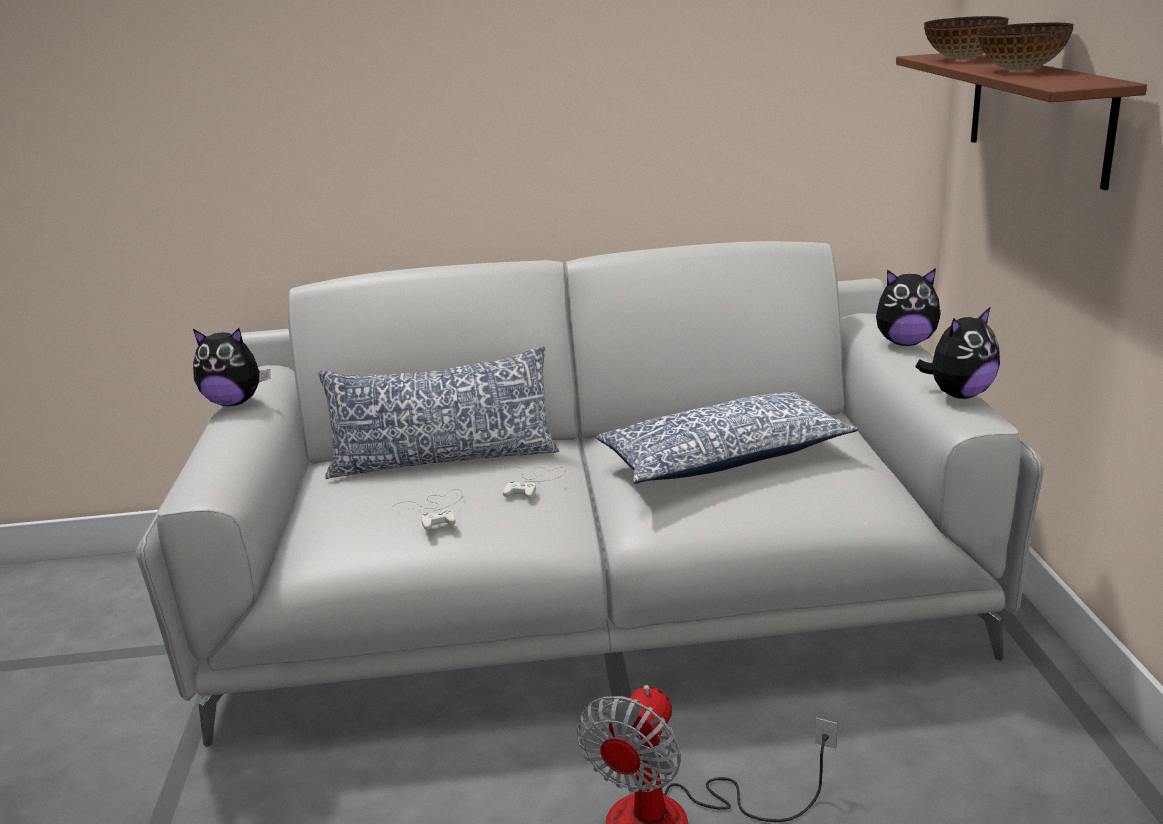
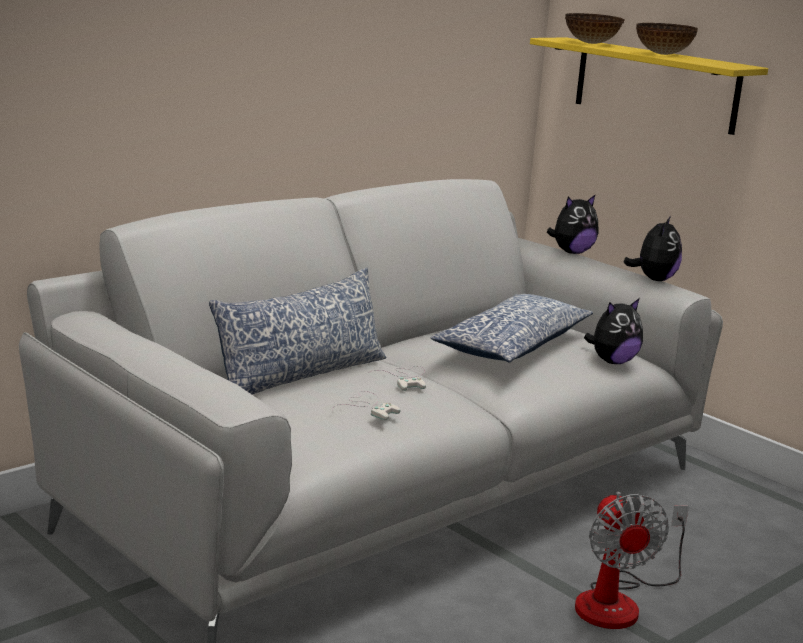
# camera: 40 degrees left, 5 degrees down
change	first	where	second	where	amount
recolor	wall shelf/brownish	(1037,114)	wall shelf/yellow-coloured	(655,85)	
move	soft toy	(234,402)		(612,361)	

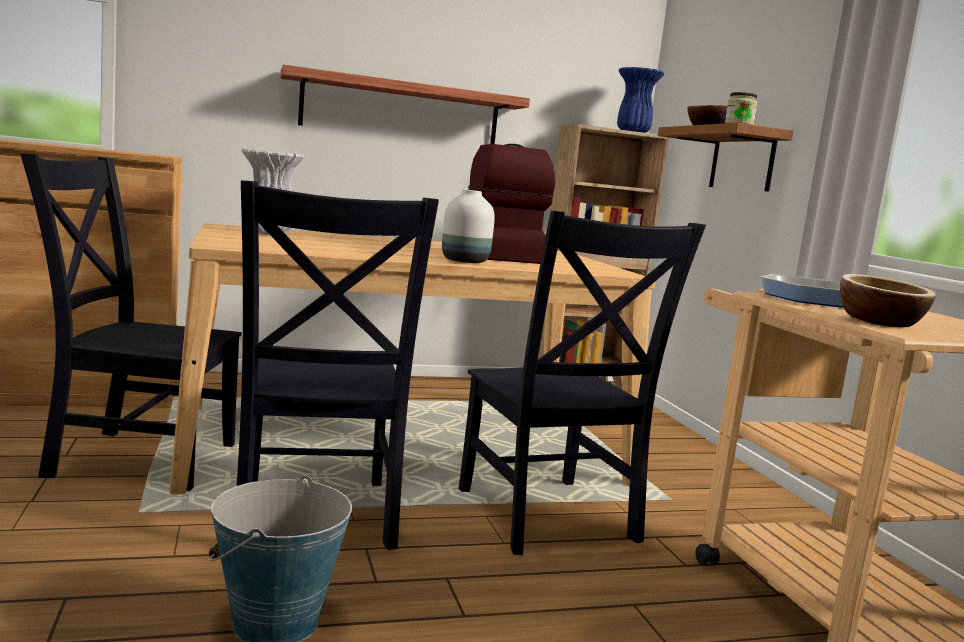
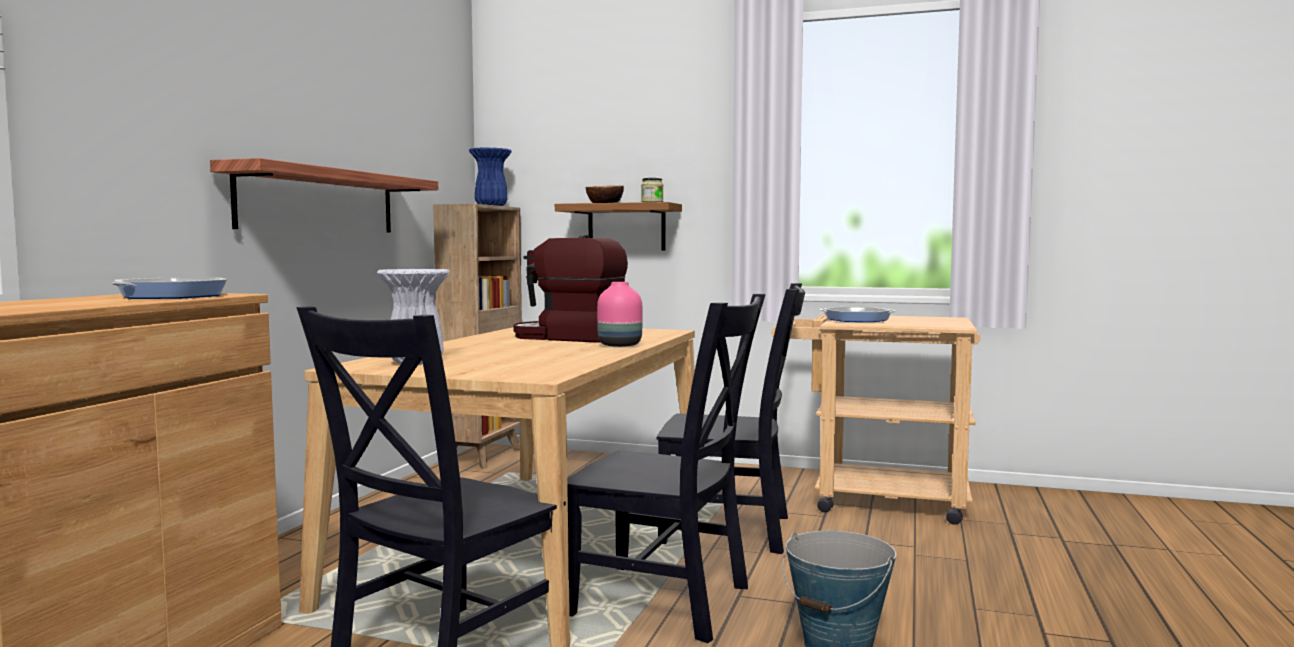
# camera: 55 degrees left, 5 degrees down
change	first	where	second	where	amount
insert			pan	(171,296)	
recolor	vase/white	(465,261)	vase/pinkish	(621,345)	
delete	bowl	(879,322)			

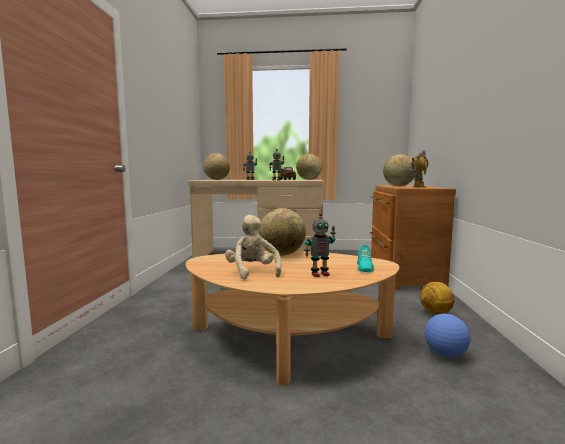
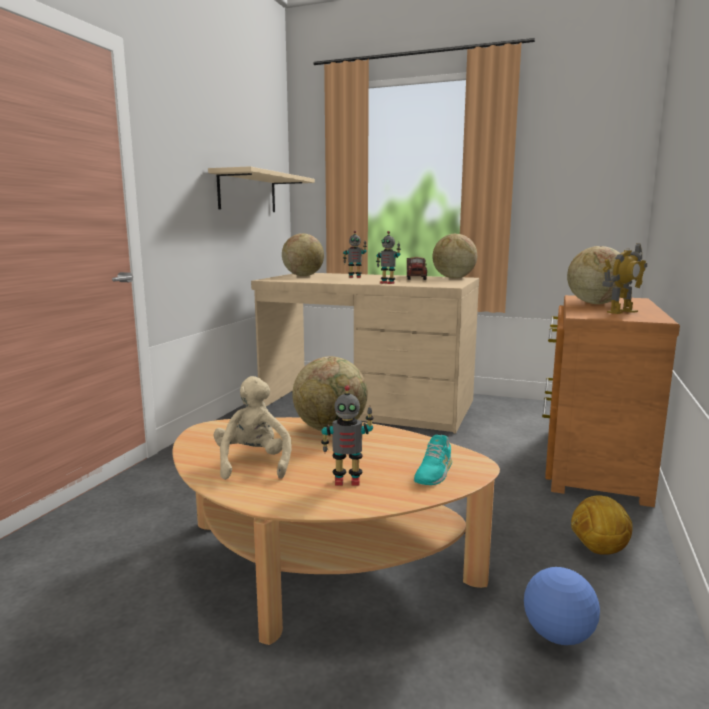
# camera: 15 degrees right, 5 degrees up
change	first	where	second	where	amount
insert			wall shelf/beige	(247,192)	

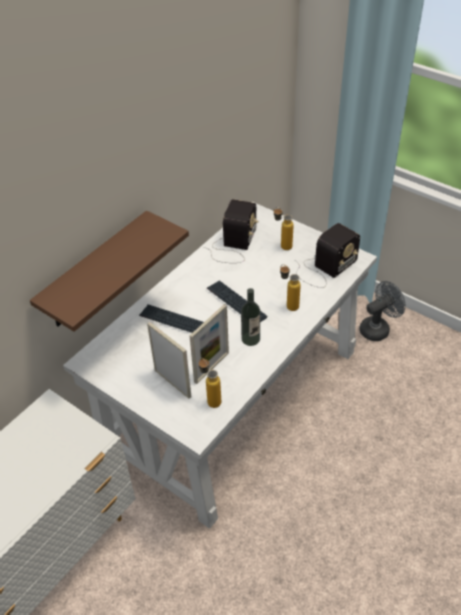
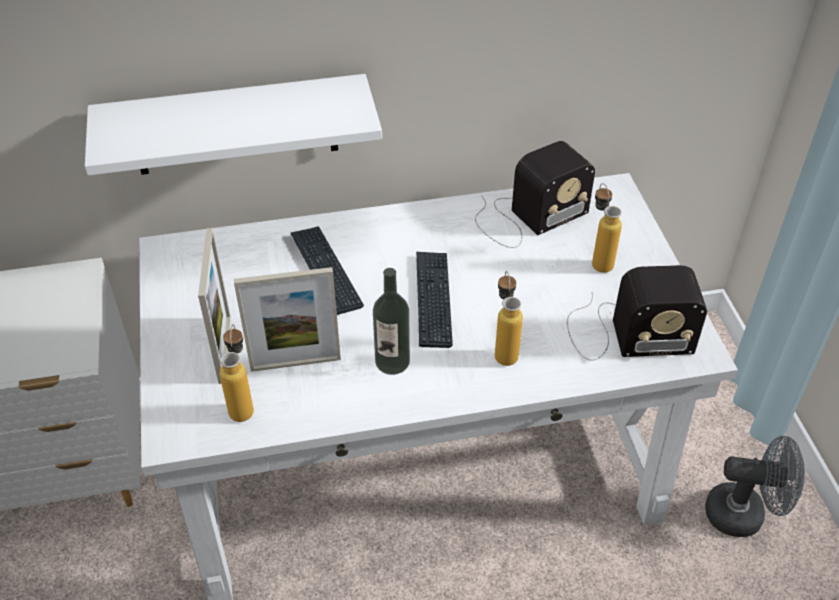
# camera: 40 degrees right, 0 degrees up
change	first	where	second	where	amount
recolor	wall shelf/brownish	(95,271)	wall shelf/white	(235,125)	

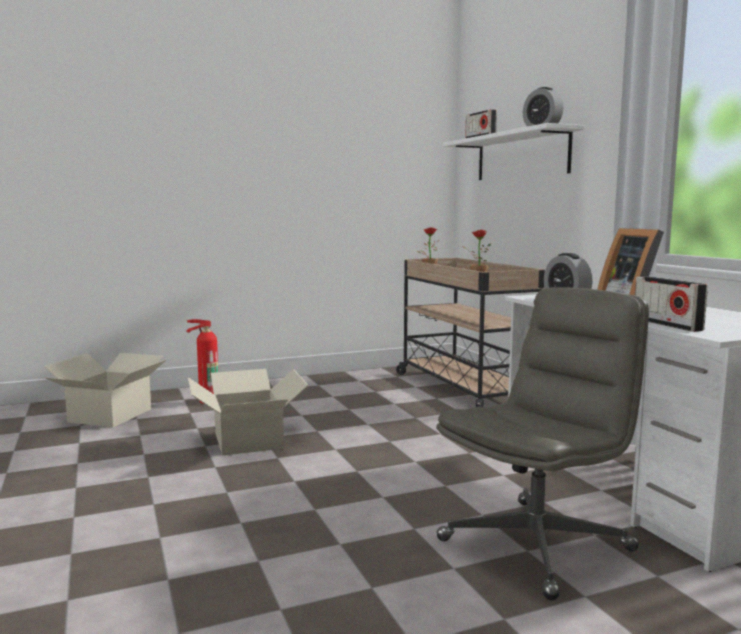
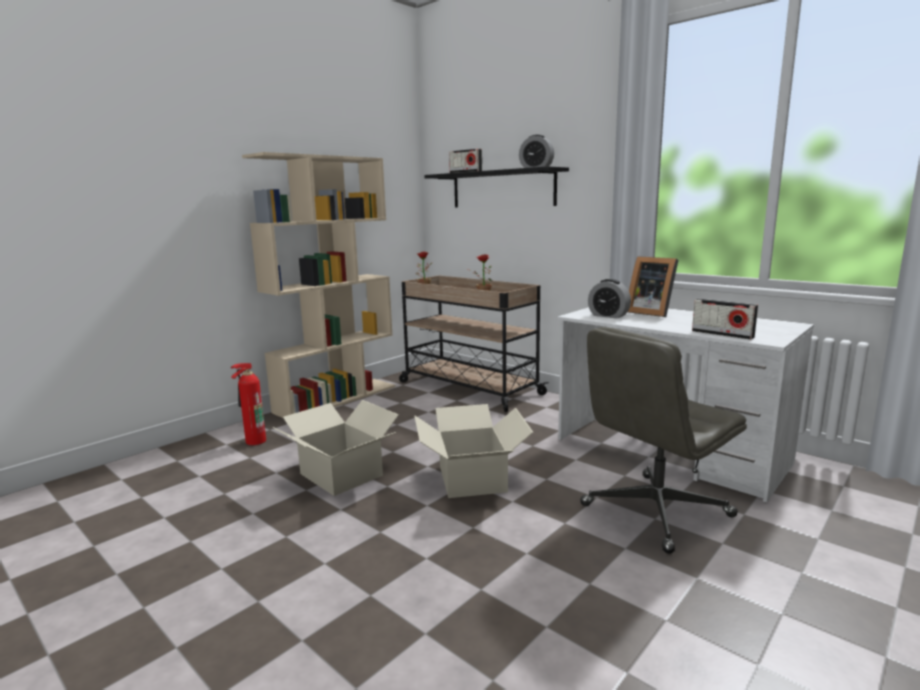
# camera: 25 degrees left, 5 degrees up
change	first	where	second	where	amount
insert			shelving unit/beige	(337,398)	
move	cardboard box	(111,415)		(473,478)	
recolor	wall shelf/white	(521,156)	wall shelf/black-coloured	(502,189)	
rotate	computer chair/greyish	(536,544)		(655,511)	150 degrees counterclockwise

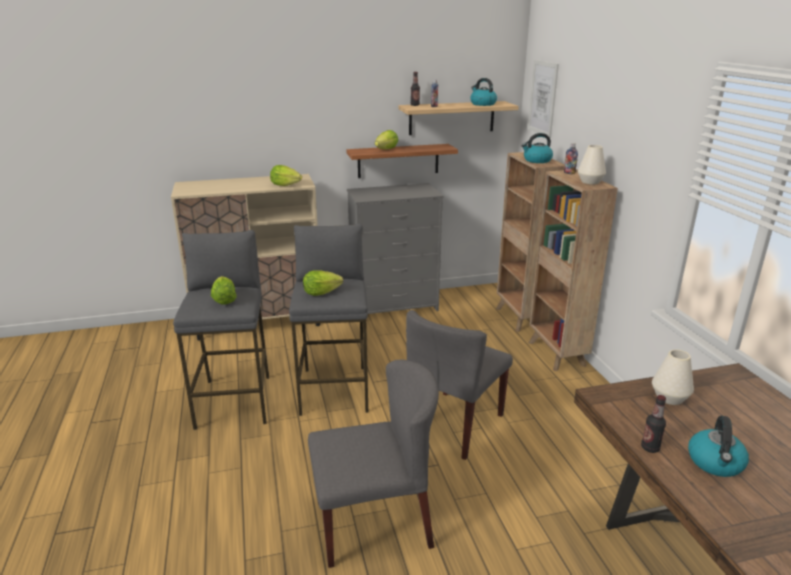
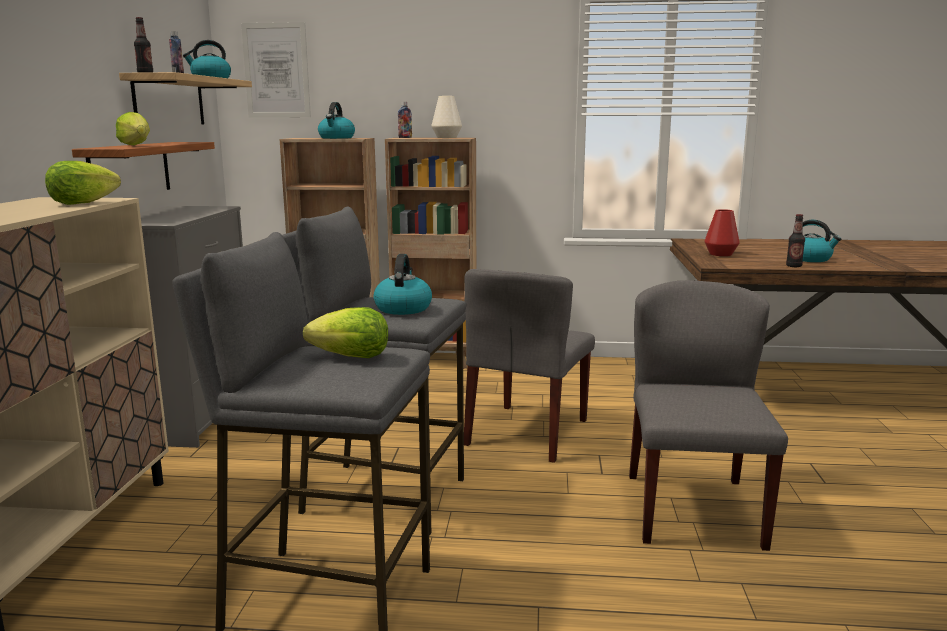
# camera: 70 degrees left, 10 degrees down
change	first	where	second	where	amount
replace	lettuce head	(321,293)	tea kettle	(403,308)	
rotate	upright chair/greyish	(453,424)		(527,433)	60 degrees clockwise
recolor	vase/white	(669,398)	vase/red	(720,254)	

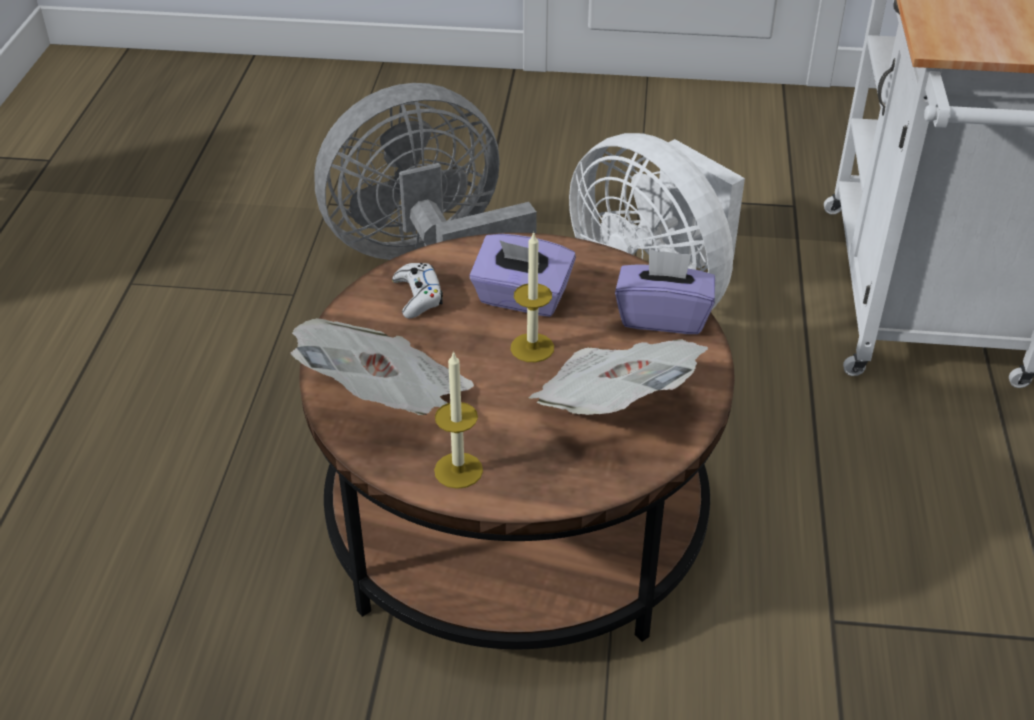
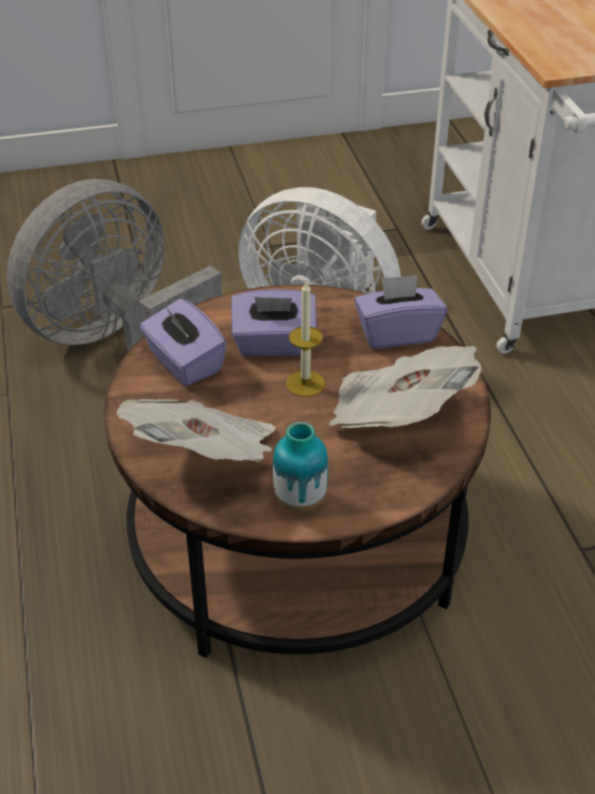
# camera: 20 degrees left, 0 degrees up
change	first	where	second	where	amount
replace	game controller/white	(418,296)	tissue box/purplish	(184,363)	
replace	wax light	(458,470)	vase	(300,502)	

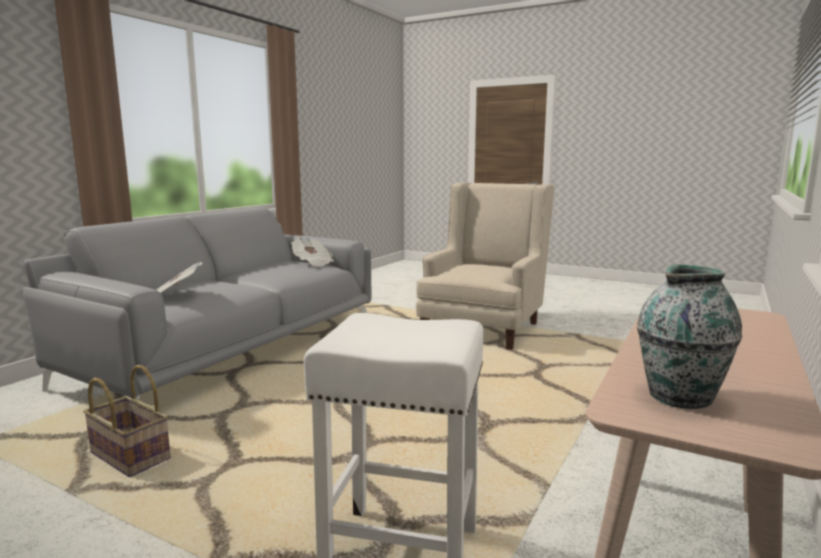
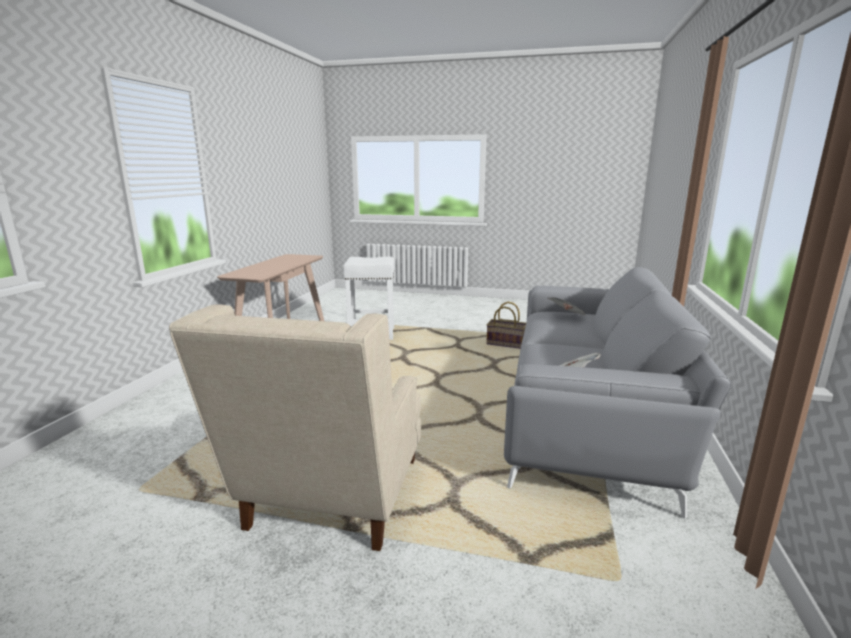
# camera: 165 degrees right, 5 degrees up
change	first	where	second	where	amount
delete	vase	(680,396)			

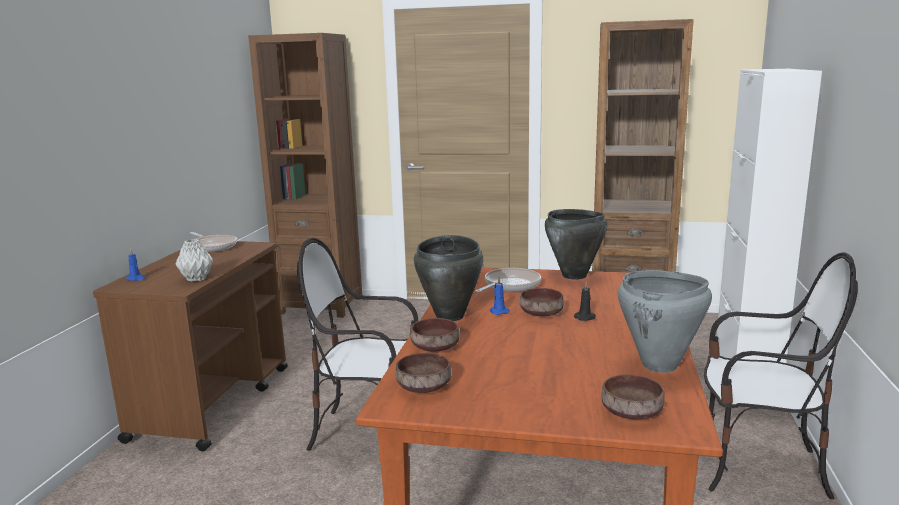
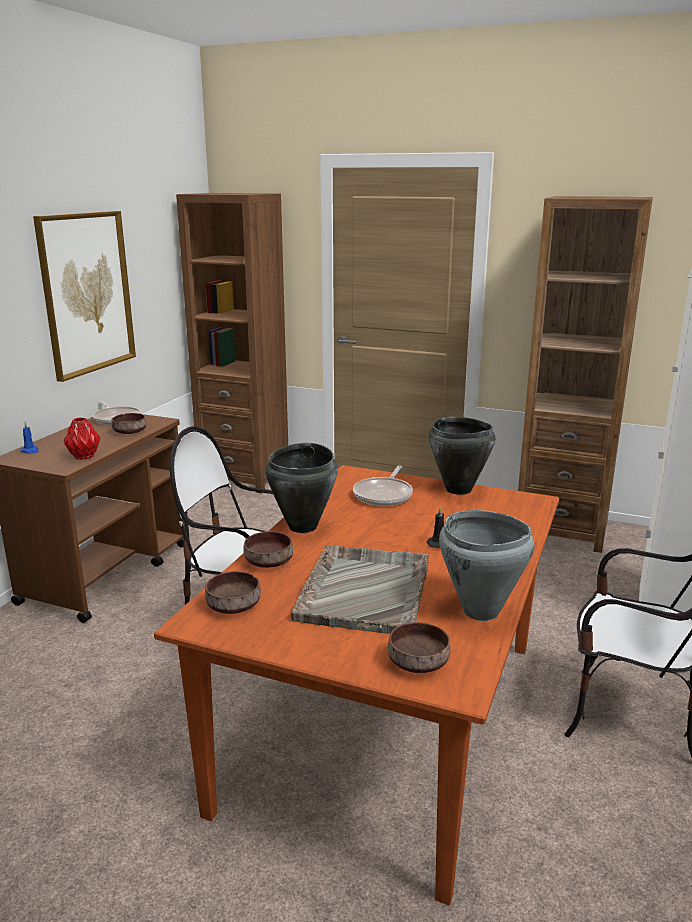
# camera: 10 degrees right, 5 degrees up
change	first	where	second	where	amount
insert			wall picture	(86,293)	
recolor	vase/greyish	(197,279)	vase/red	(84,457)	
move	bowl/brownish	(541,314)		(129,432)	
insert			carrying tray/greyish	(365,590)	
rotate	pan	(509,285)		(384,495)	150 degrees clockwise
delete	wax light/blue-coloured	(498,311)			

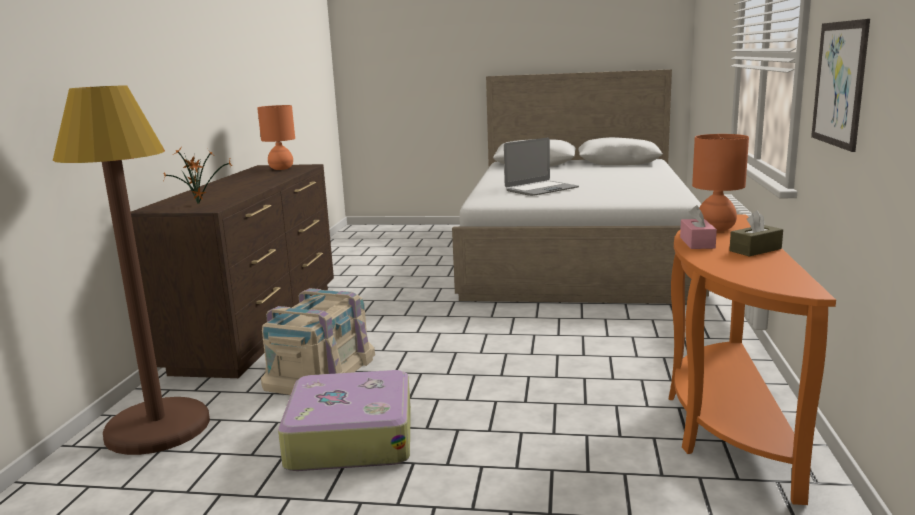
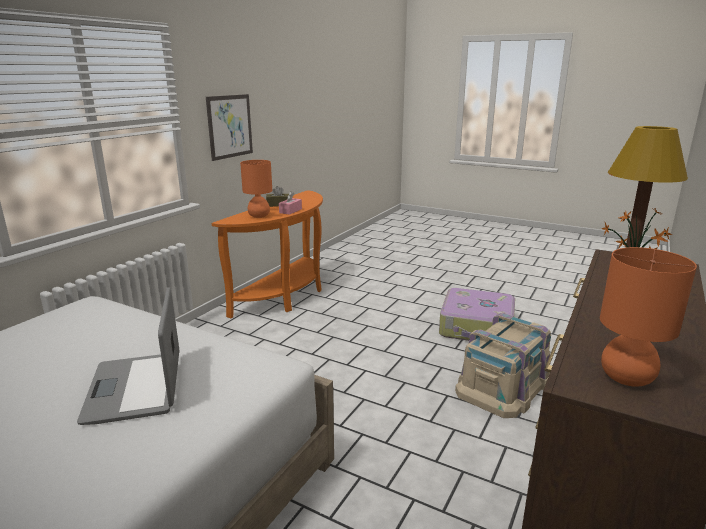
# camera: 160 degrees left, 5 degrees up
change	first	where	second	where	amount
rotate	notebook computer	(541,189)		(136,388)	90 degrees counterclockwise

